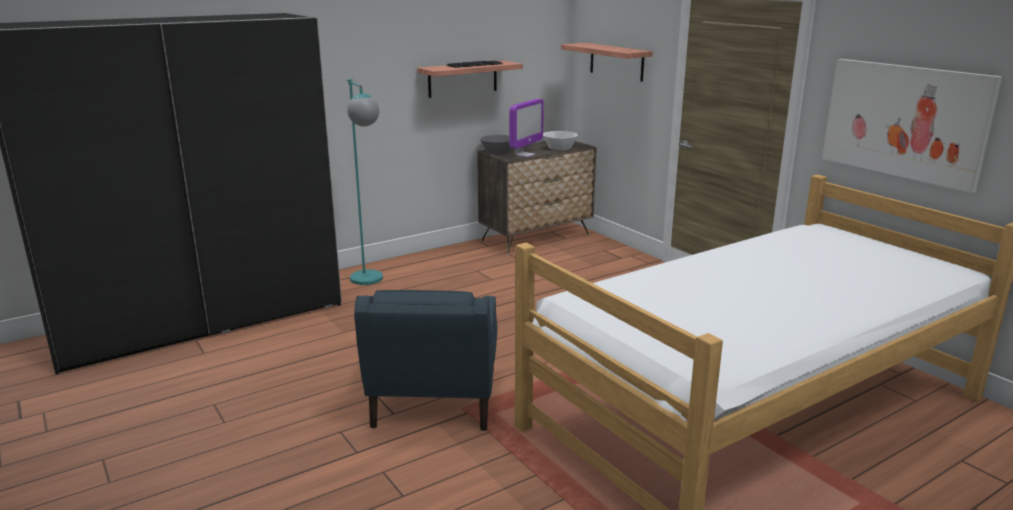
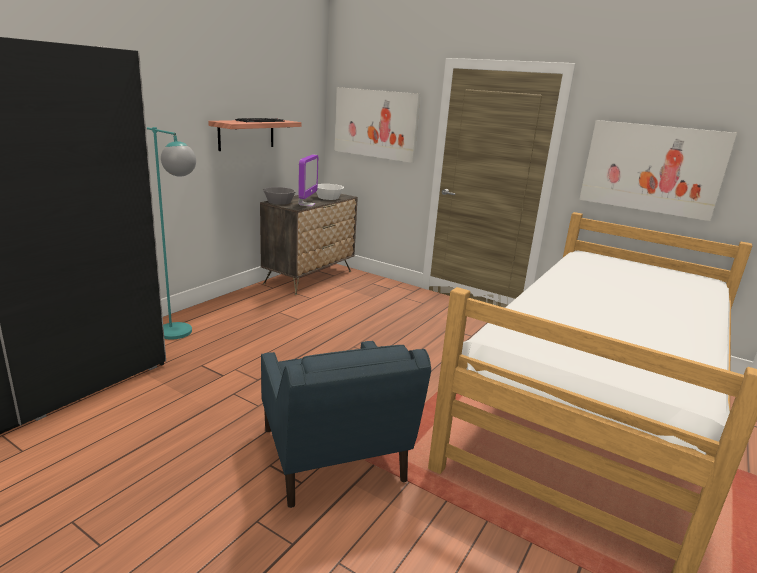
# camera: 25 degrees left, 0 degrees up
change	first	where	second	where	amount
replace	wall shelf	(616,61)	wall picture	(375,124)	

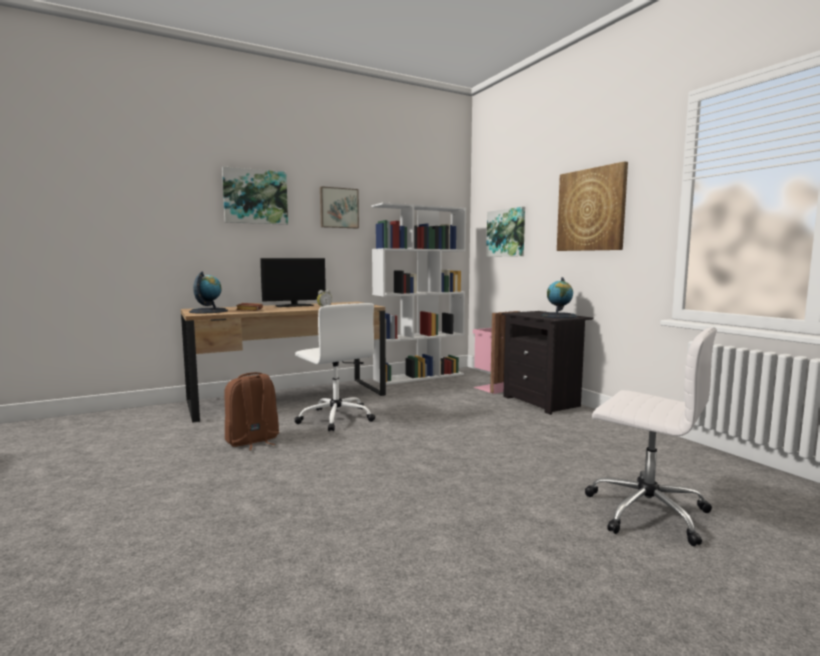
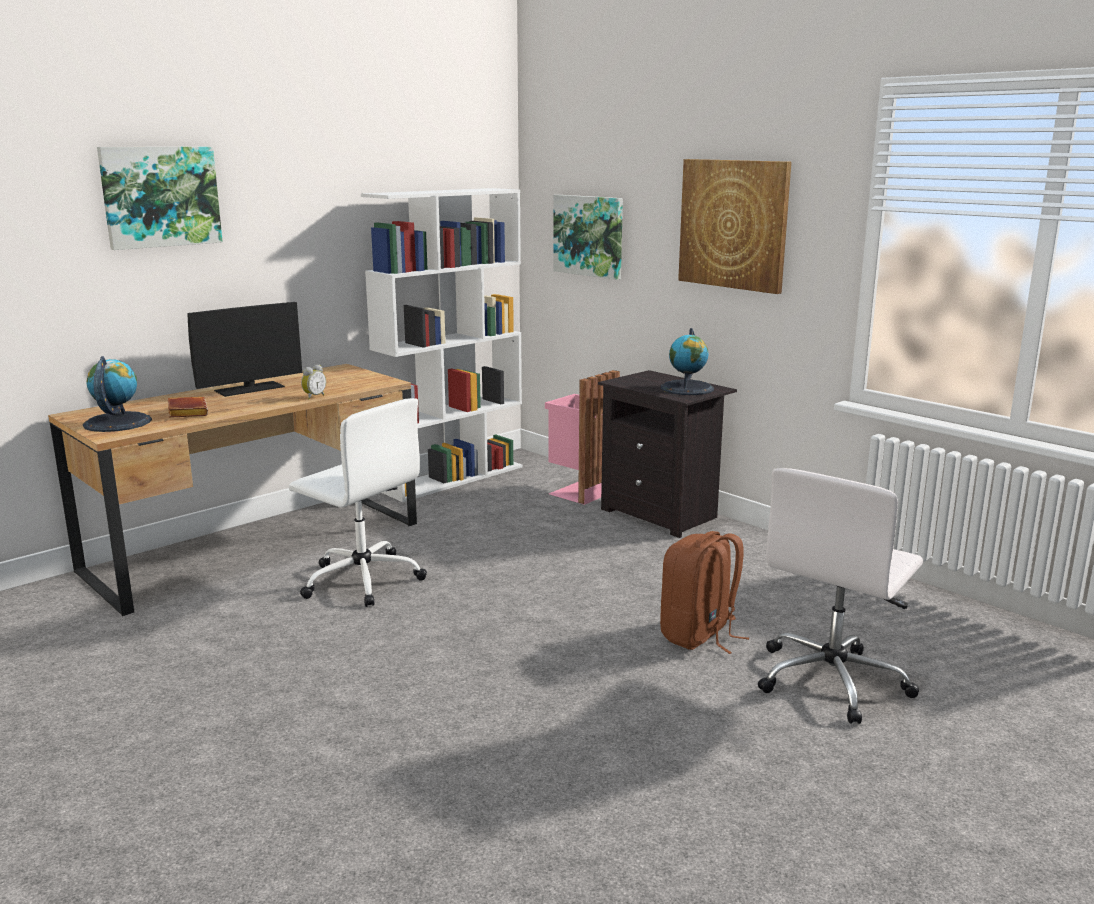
# camera: 15 degrees left, 10 degrees up
change	first	where	second	where	amount
move	knapsack/brownish	(252,441)		(699,636)	
rotate	computer chair/white	(644,511)		(832,680)	105 degrees clockwise
delete	wall picture	(338,208)			

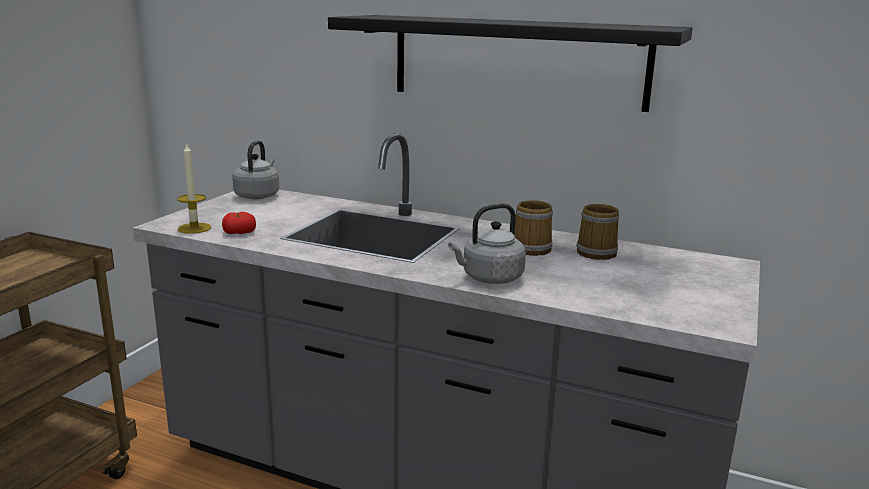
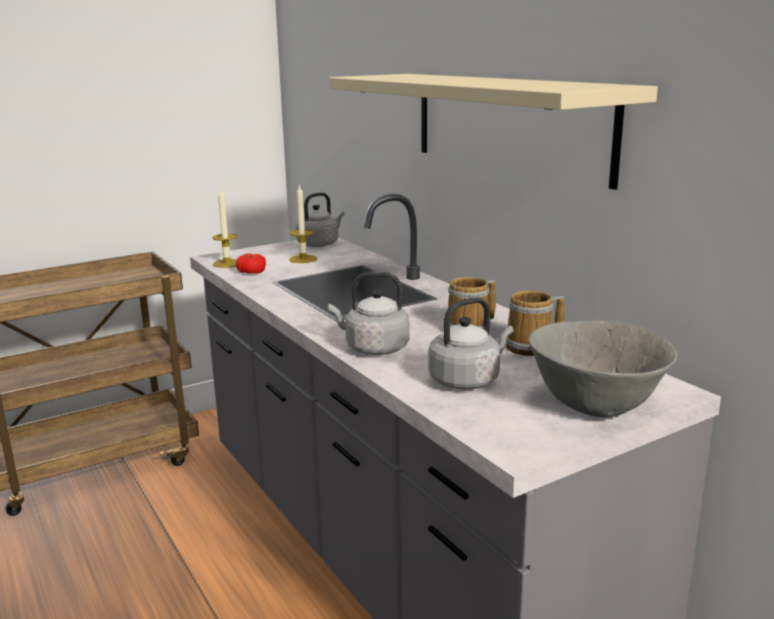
# camera: 35 degrees right, 0 degrees up
change	first	where	second	where	amount
insert			wax light	(303,259)	
recolor	wall shelf/black-coloured	(517,61)	wall shelf/beige	(507,124)	
insert			tea kettle/greyish	(467,380)	
insert			bowl/greyish	(594,406)	

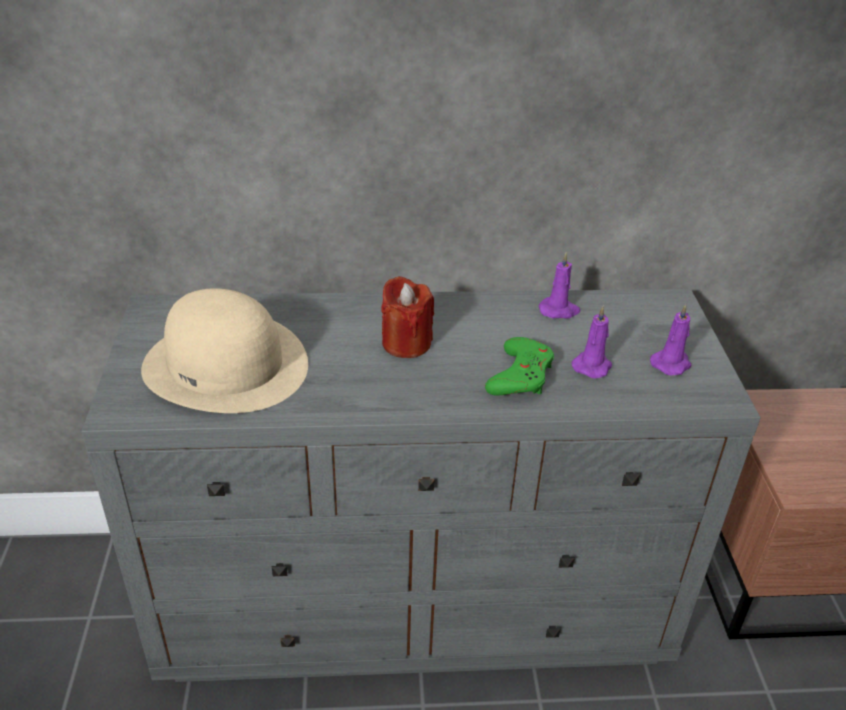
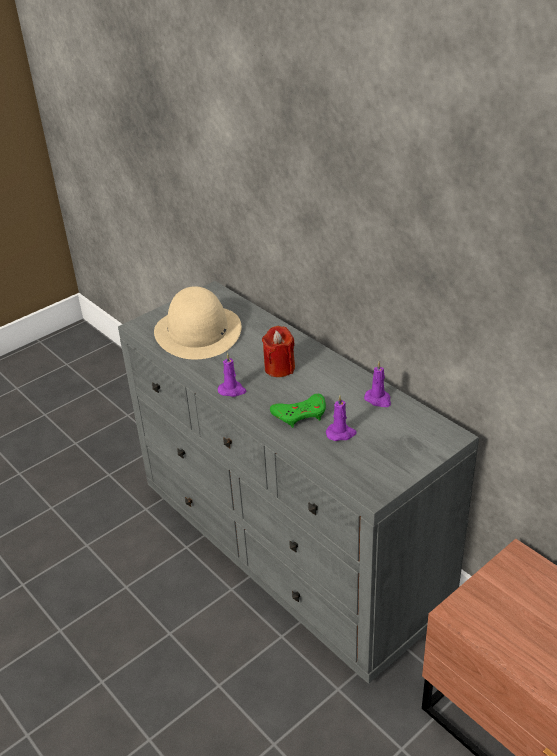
# camera: 55 degrees right, 0 degrees up
change	first	where	second	where	amount
move	wax light/purplish	(671,363)		(232,390)	

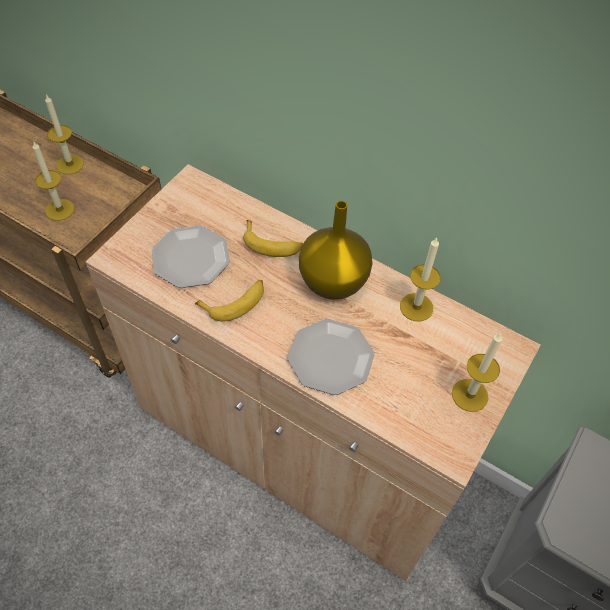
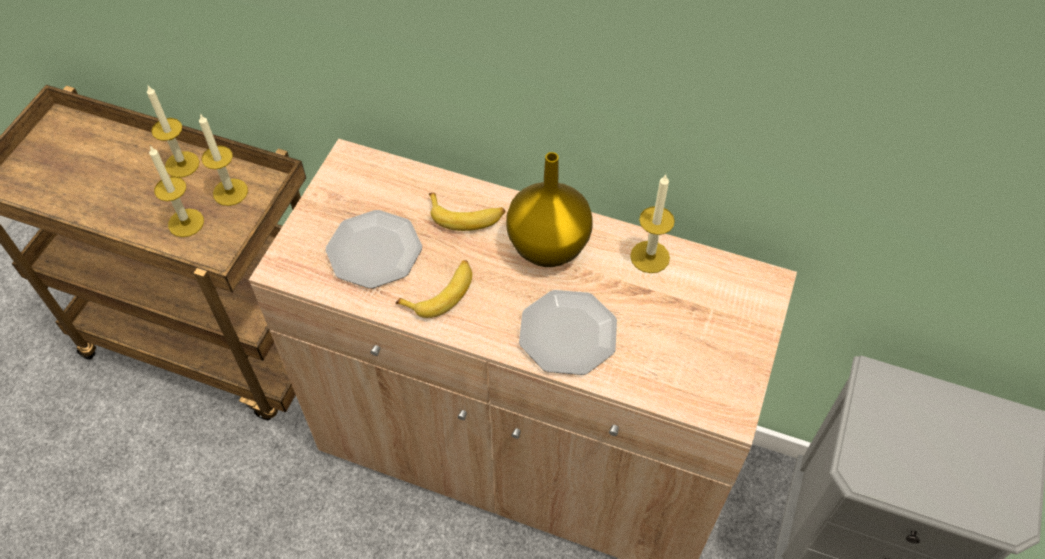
# camera: 10 degrees left, 0 degrees up
change	first	where	second	where	amount
move	wax light	(469,395)		(230,192)	

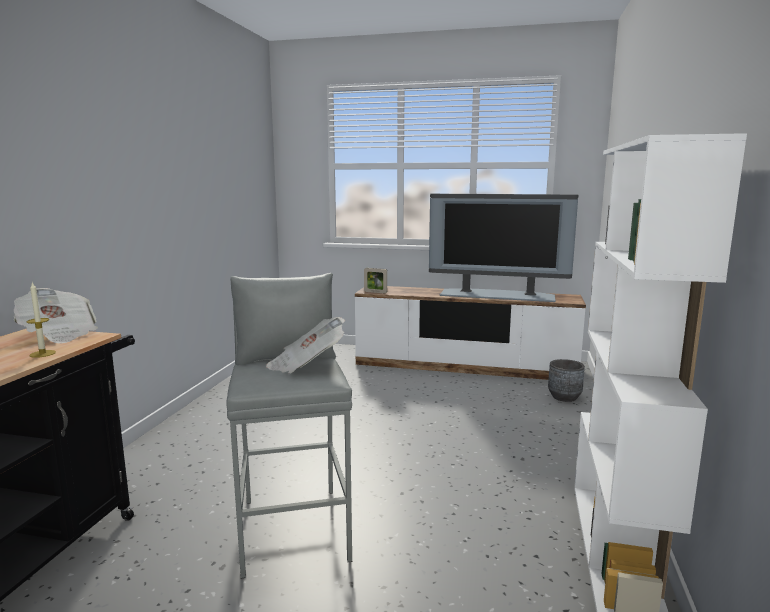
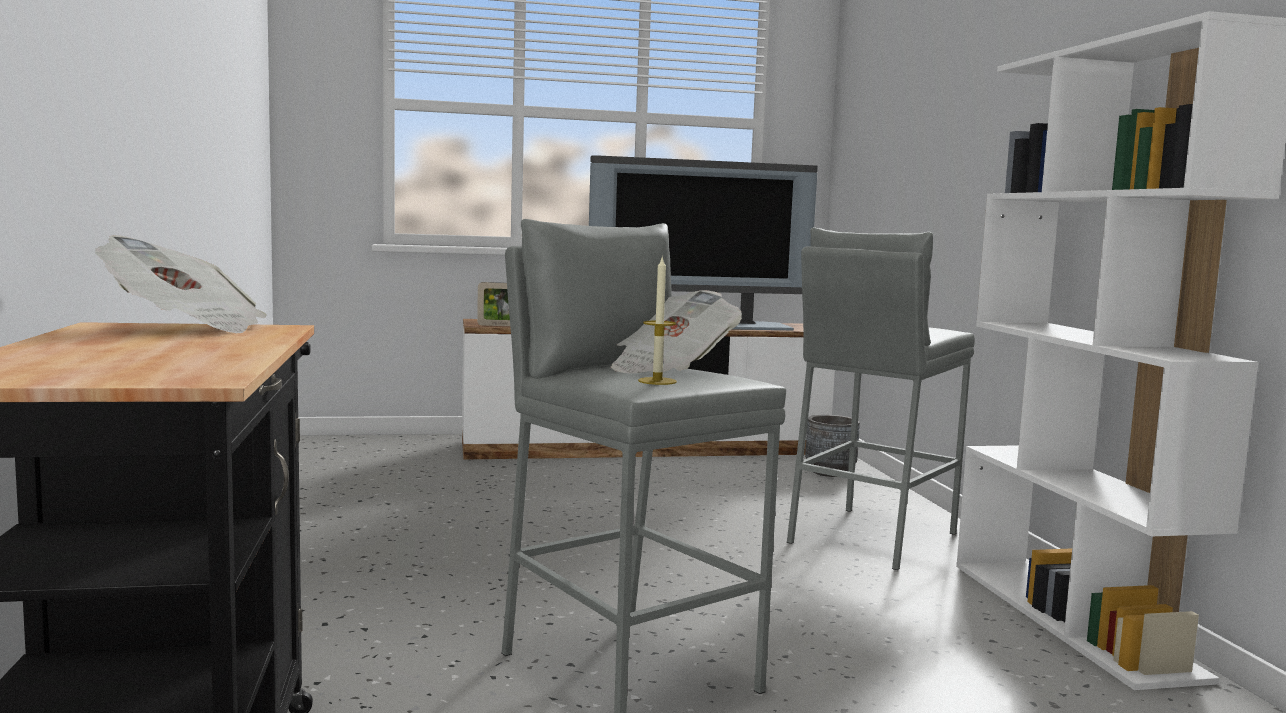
# camera: 25 degrees left, 5 degrees down
change	first	where	second	where	amount
move	wax light	(42,354)		(657,381)	
insert			stool/greyish	(870,537)	

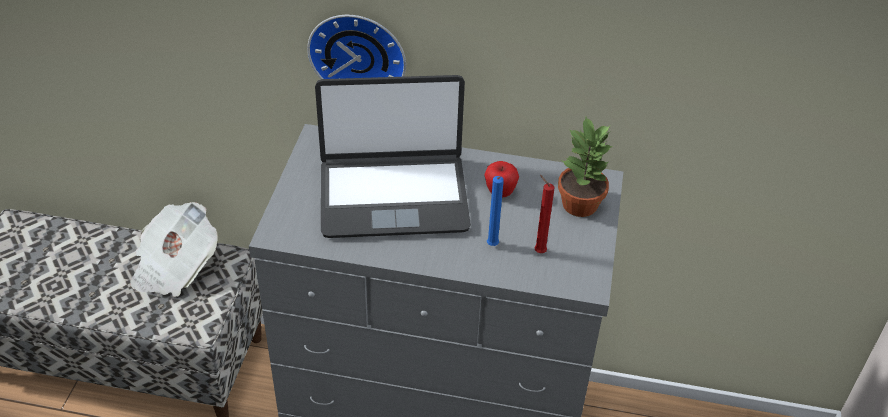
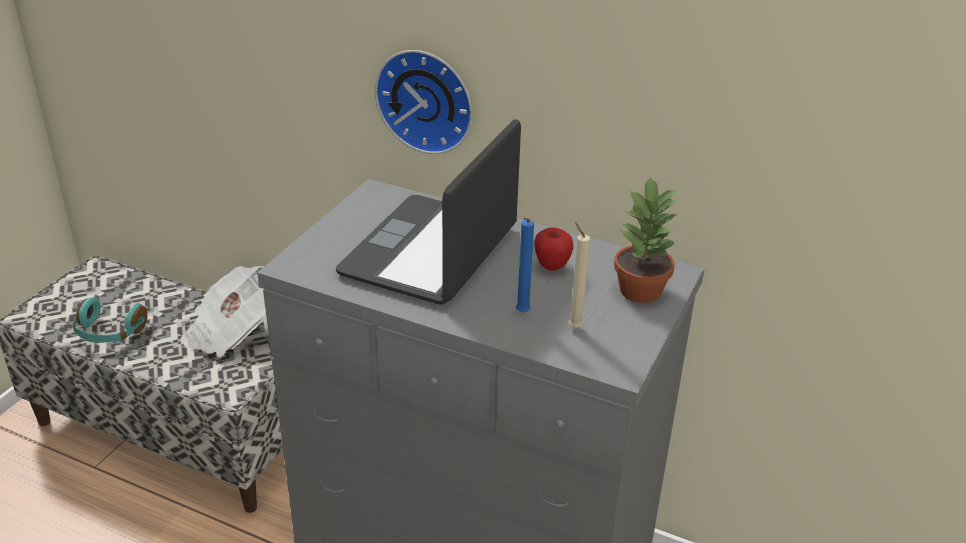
# camera: 15 degrees right, 10 degrees down
change	first	where	second	where	amount
insert			headphones/blue-green	(109,333)	
rotate	notebook computer	(393,196)		(432,252)	105 degrees clockwise
recolor	wax light/red	(538,251)	wax light/beige	(573,326)	

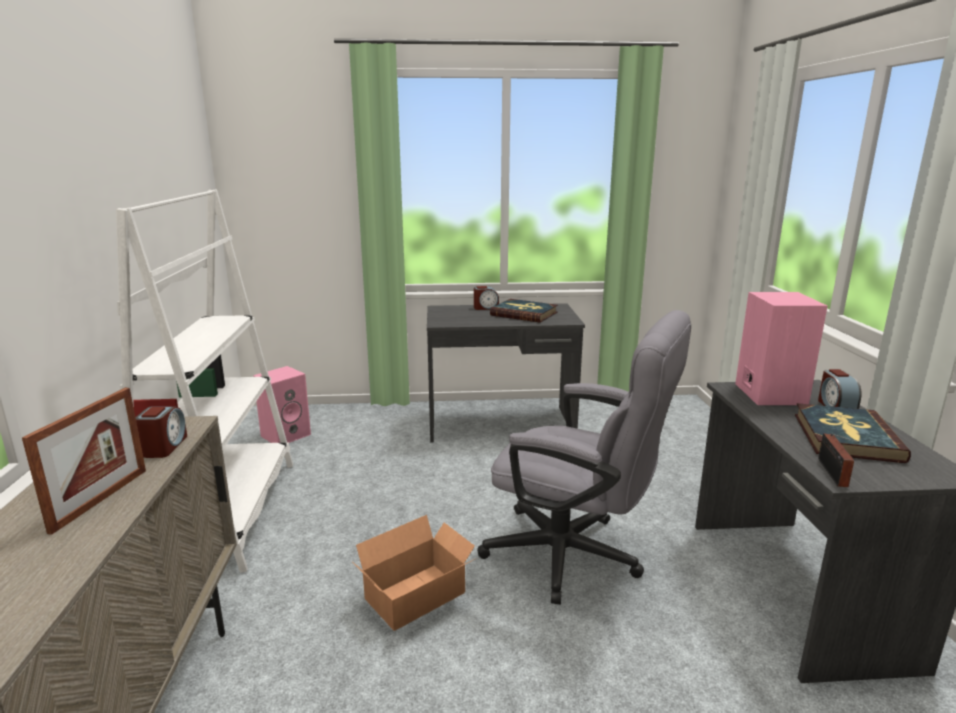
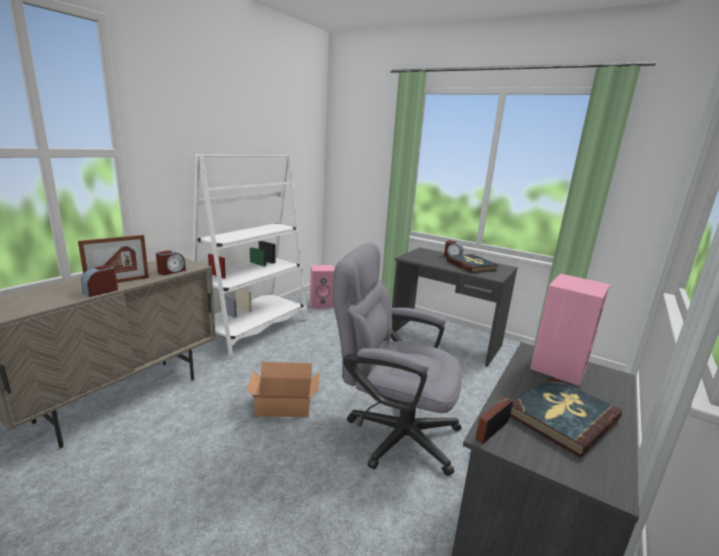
# camera: 35 degrees right, 0 degrees up
change	first	where	second	where	amount
move	bedside clock	(835,407)		(101,291)	
rotate	computer chair/greyish	(575,557)		(392,432)	135 degrees clockwise

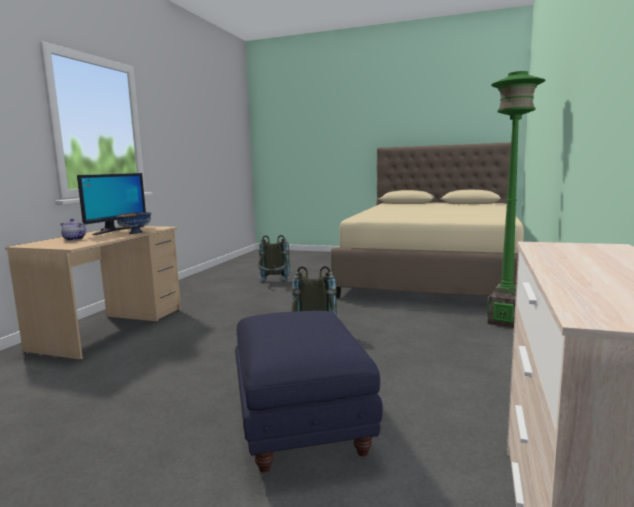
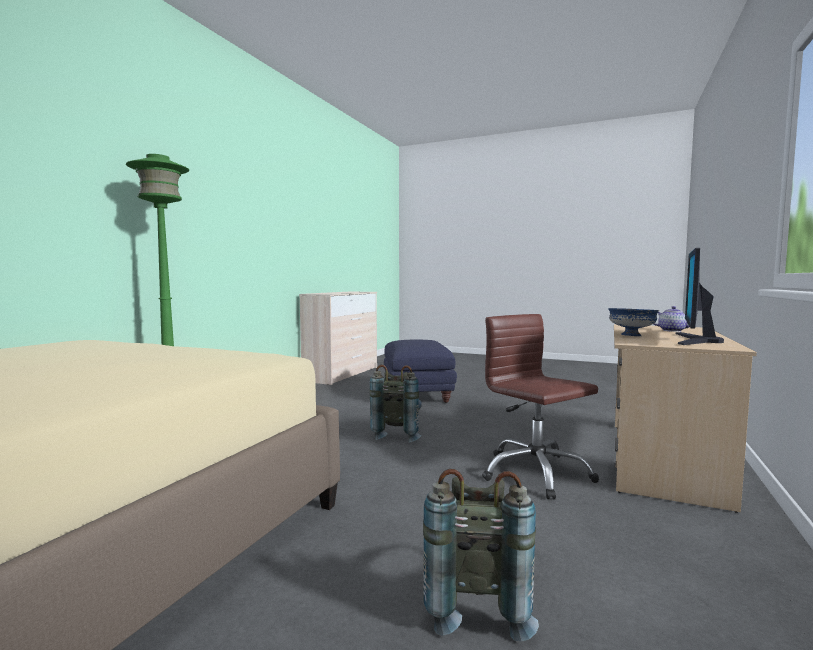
# camera: 175 degrees left, 5 degrees down
change	first	where	second	where	amount
insert			computer chair/brownish	(535,473)	

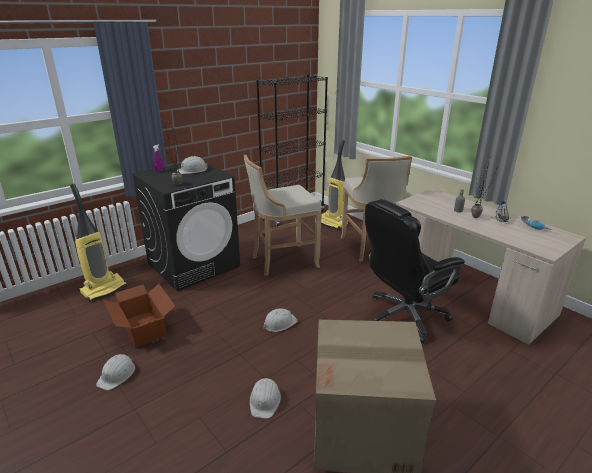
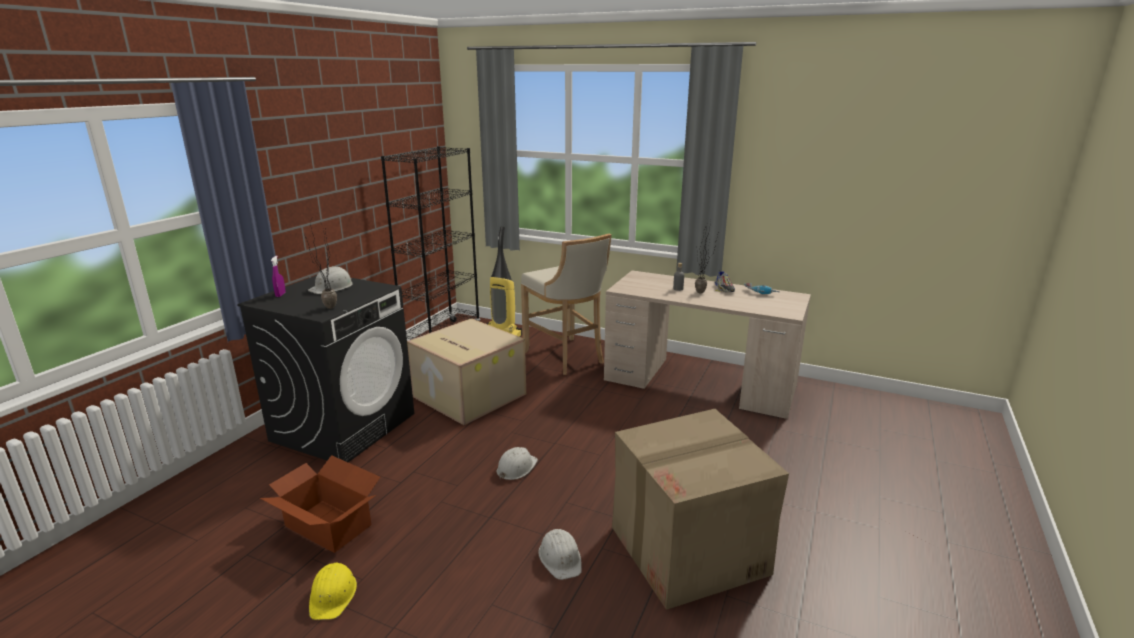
# camera: 25 degrees left, 5 degrees down
change	first	where	second	where	amount
recolor	hard hat/white	(117,374)	hard hat/yellow-coloured	(333,595)	
replace	stool/beige	(282,261)	cardboard box	(467,395)	
delete	hoover	(103,289)			
delete	computer chair/black-coloured	(404,316)			

